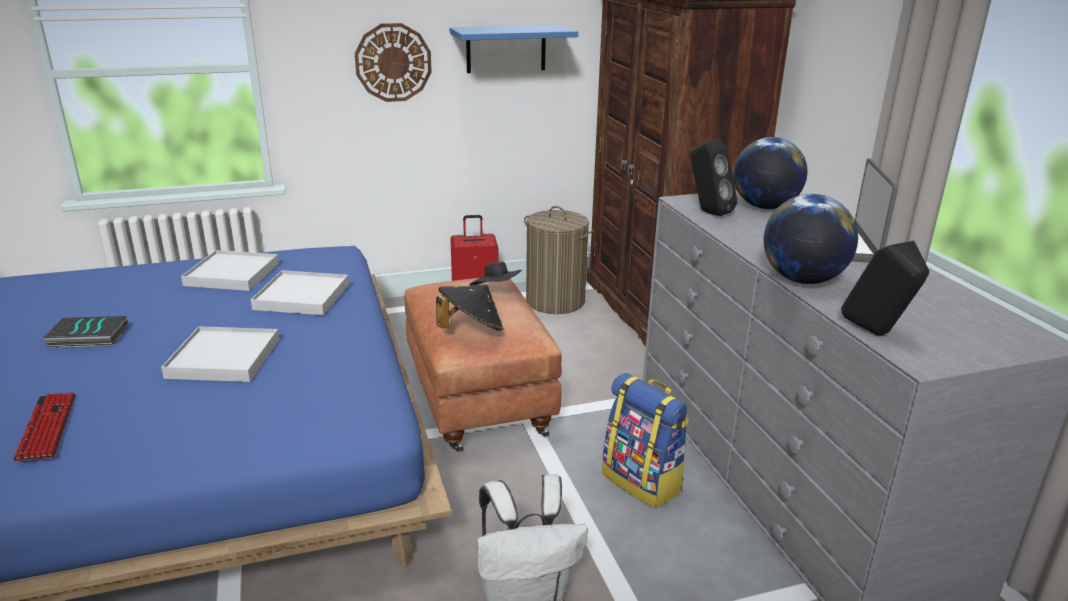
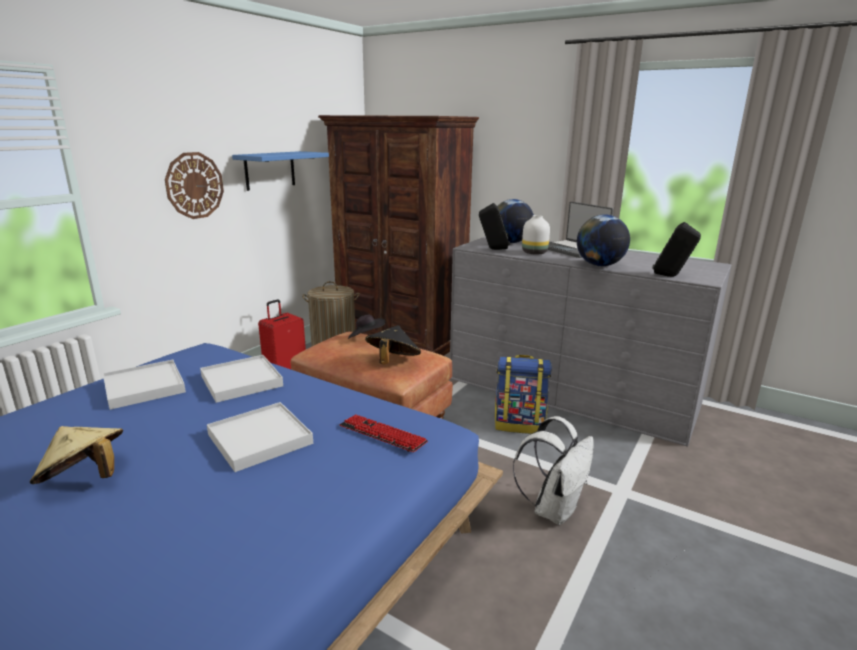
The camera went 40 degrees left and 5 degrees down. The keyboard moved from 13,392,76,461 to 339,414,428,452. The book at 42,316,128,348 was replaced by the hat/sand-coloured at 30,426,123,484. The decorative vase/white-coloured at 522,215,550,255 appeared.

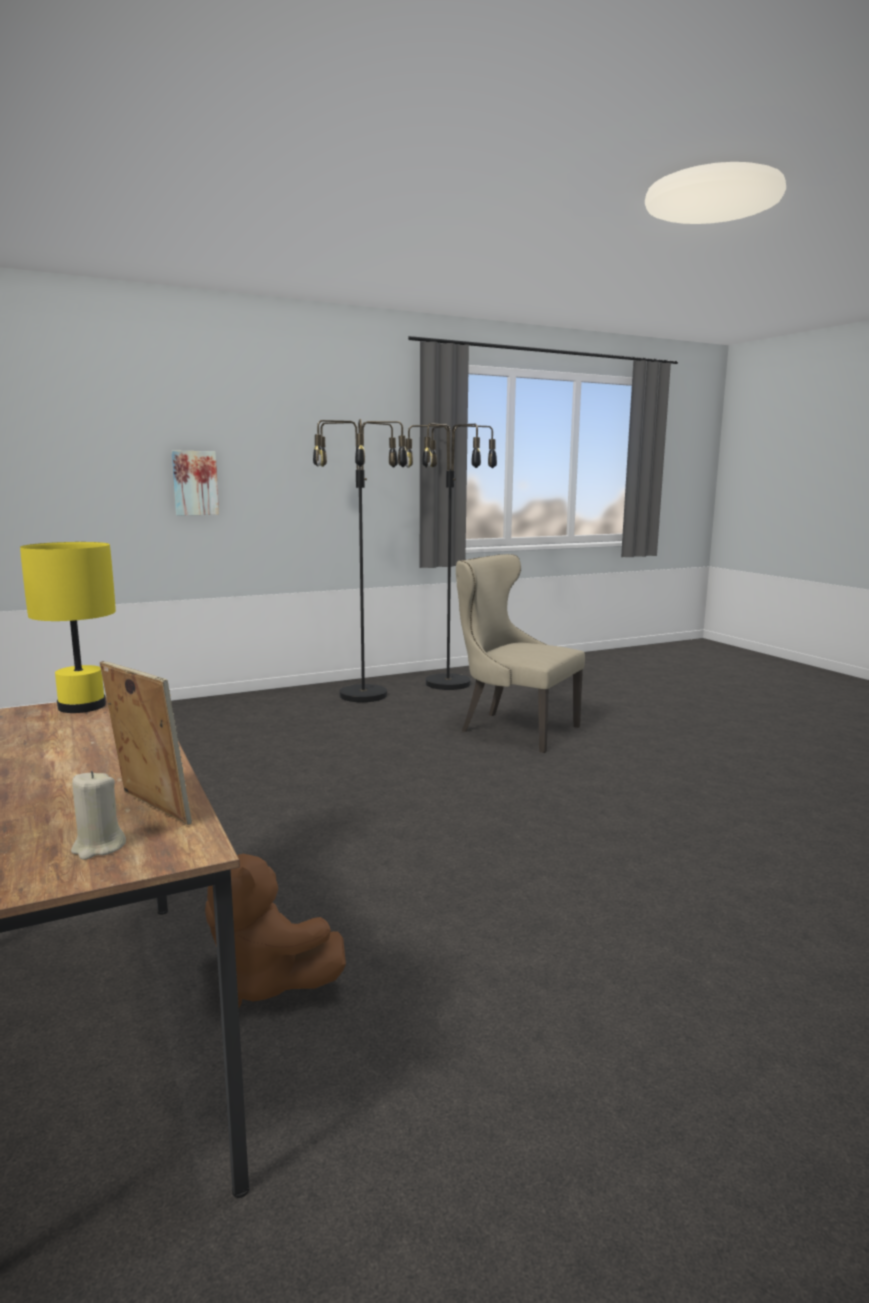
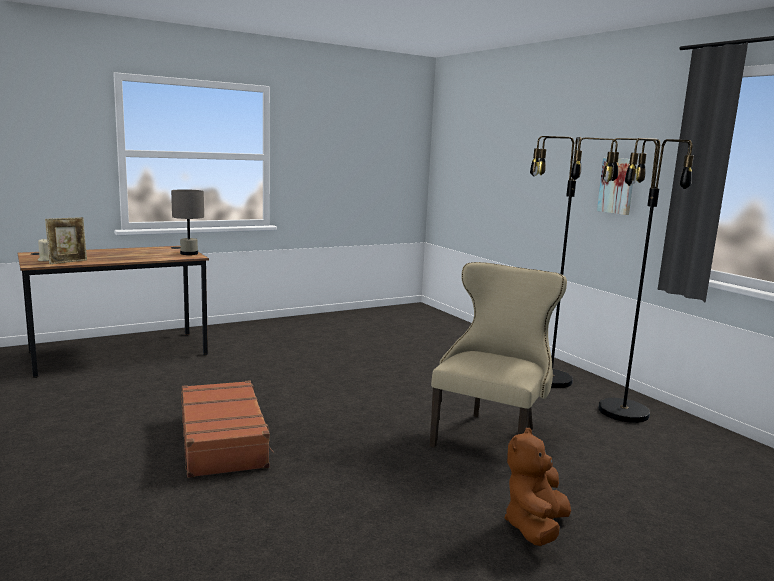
The camera went 85 degrees right and 0 degrees up. The table lamp/yellow-coloured at 20,542,116,713 became the table lamp/grey at 171,189,204,255. The wall picture moved from 172,451,219,516 to 597,158,633,215. The soft toy/brown moved from 205,854,346,1008 to 505,428,571,546. The piece of luggage/brown at 181,380,274,478 appeared.

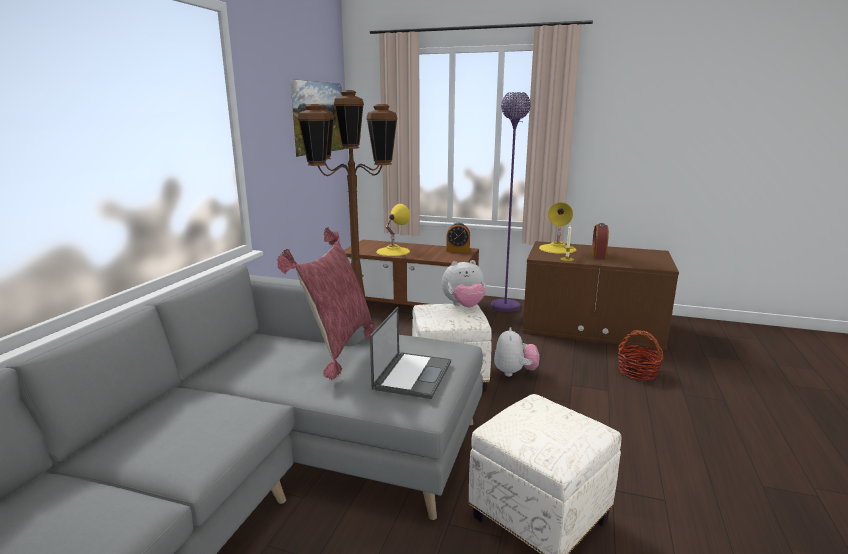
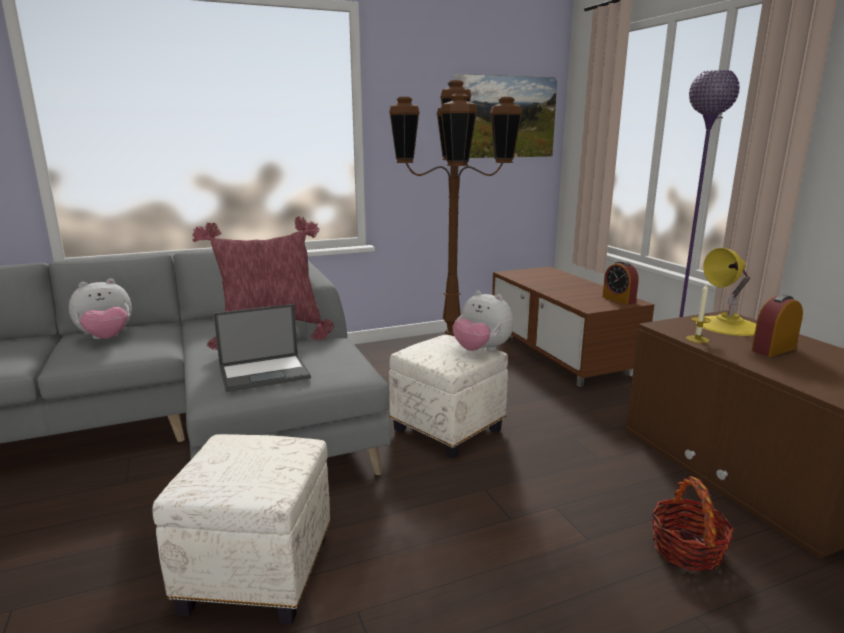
The camera went 50 degrees right and 0 degrees up. The table lamp/yellow-coloured at 376,204,410,256 disappeared. The soft toy moved from 494,327,539,377 to 69,279,132,339.

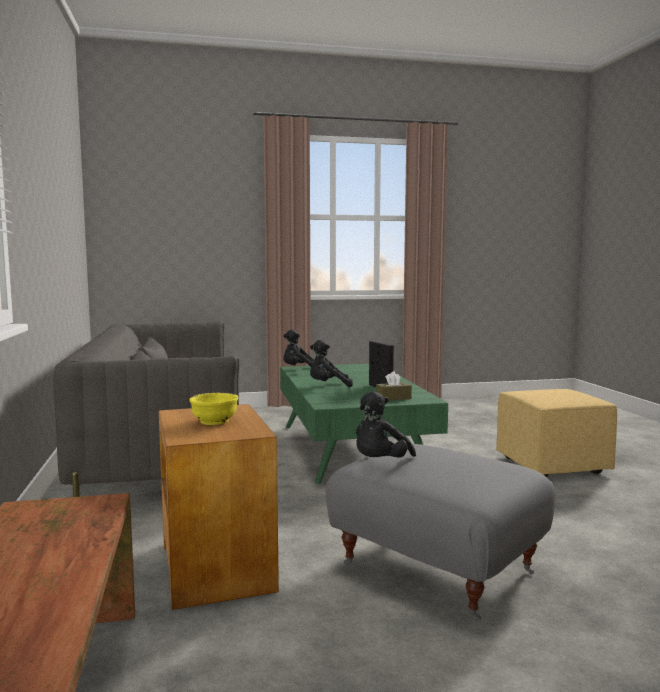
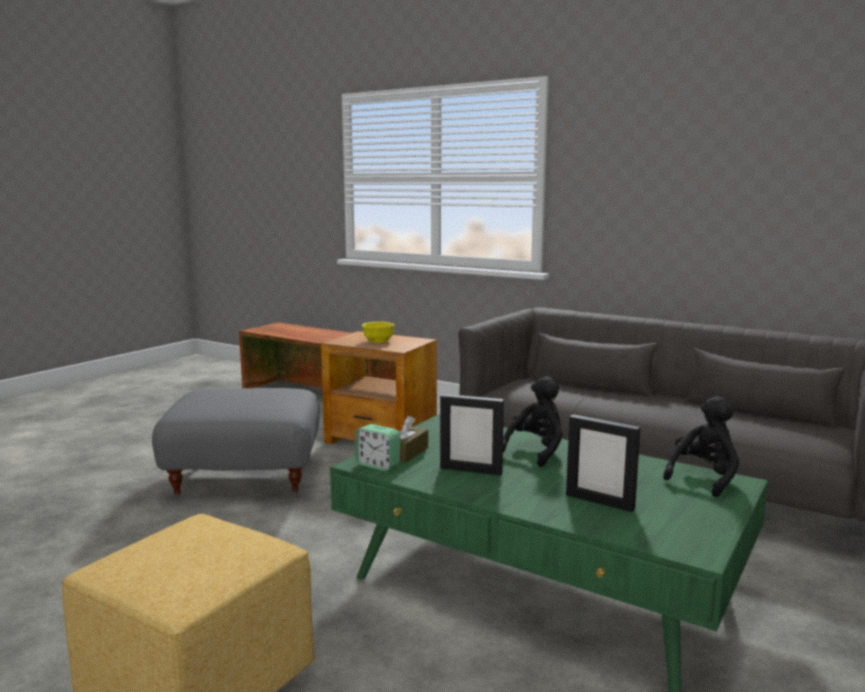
The camera went 135 degrees right and 5 degrees up. The soft toy/black-coloured at 356,391,416,457 disappeared. The alarm clock at 356,424,401,471 appeared. The picture frame at 566,414,641,512 appeared.

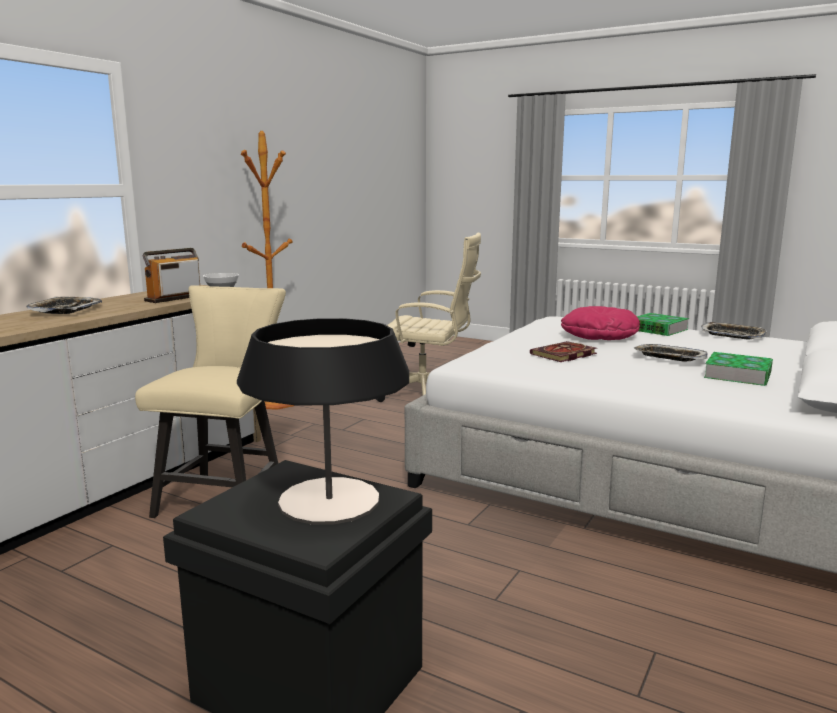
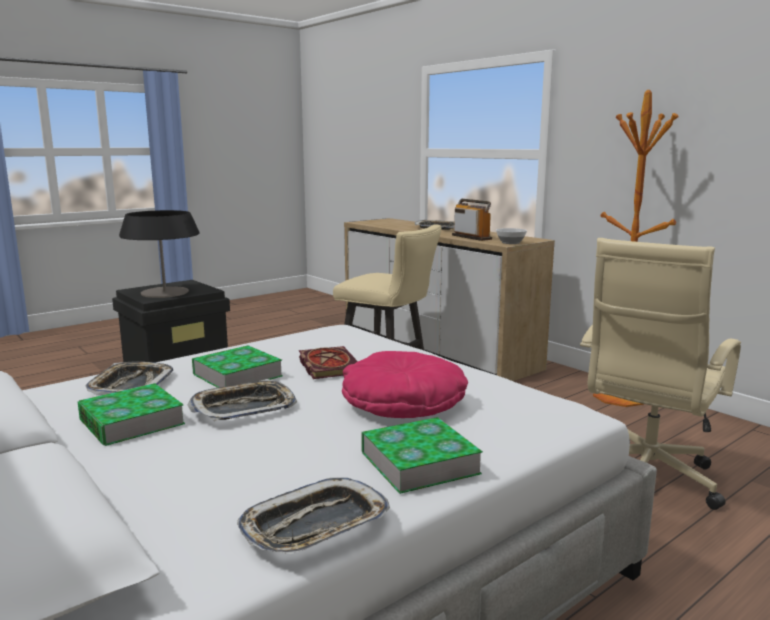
The camera went 110 degrees right and 0 degrees up. The tray at 86,362,173,396 appeared. The book at 192,345,283,388 appeared.

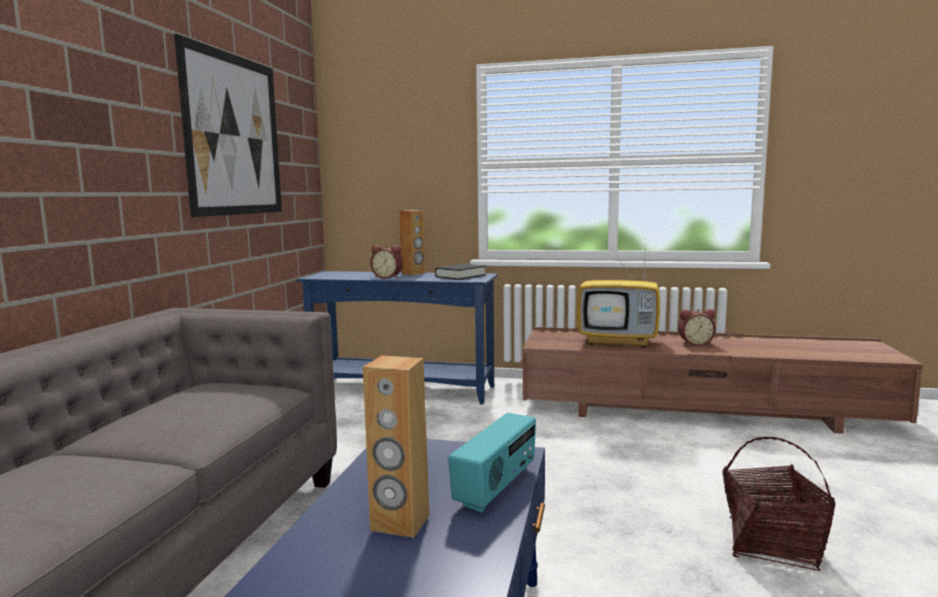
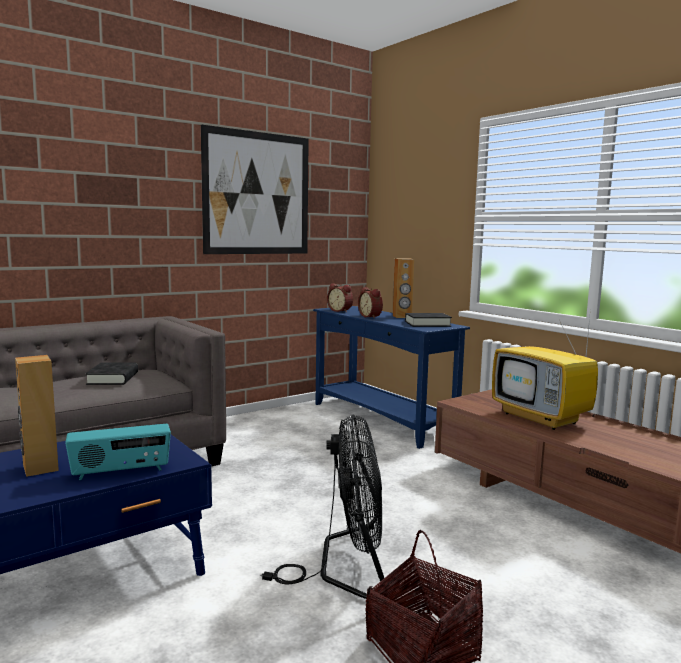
The camera went 40 degrees right and 0 degrees up. The alarm clock moved from 678,309,716,346 to 327,283,353,312. The book/black-coloured at 85,363,138,385 appeared. The fan/black-coloured at 260,415,384,599 appeared.

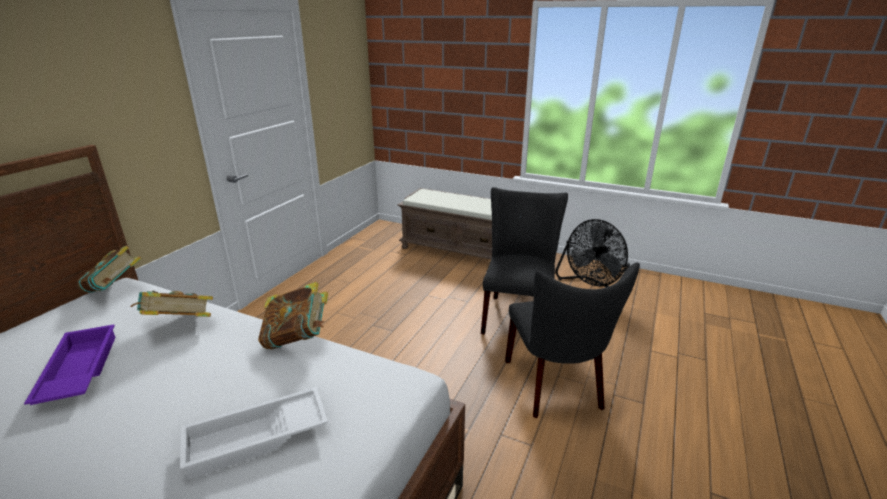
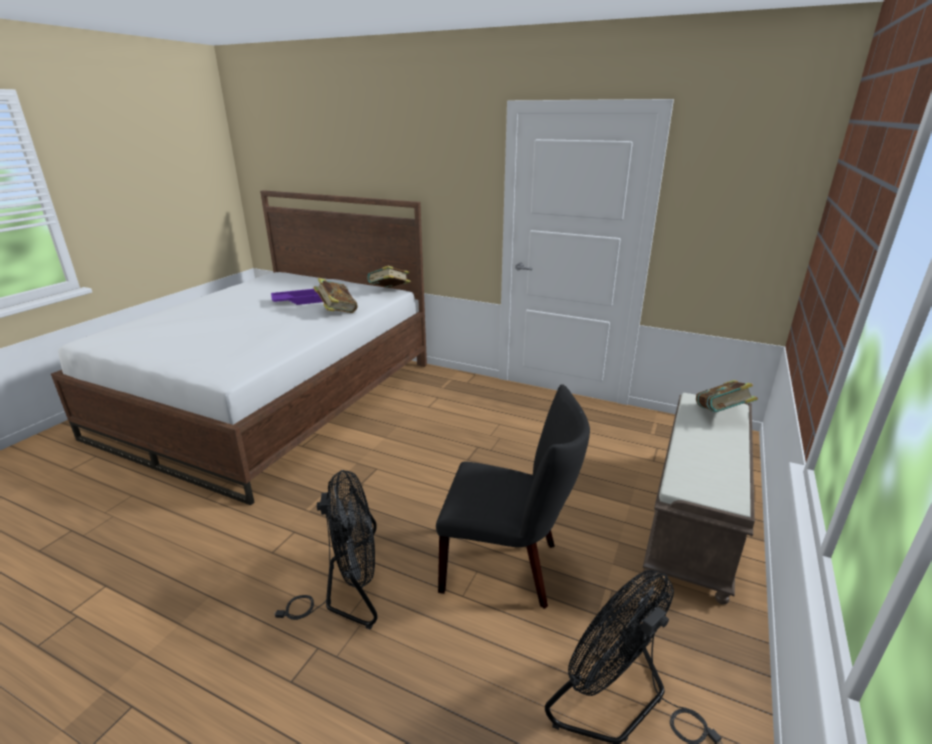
The camera went 90 degrees right and 0 degrees up. The tray/white-coloured at 180,387,328,479 disappeared. The book moved from 258,282,328,349 to 696,380,758,412. The plain chair/black-coloured at 505,262,640,418 was replaced by the fan/black-coloured at 273,470,377,630.

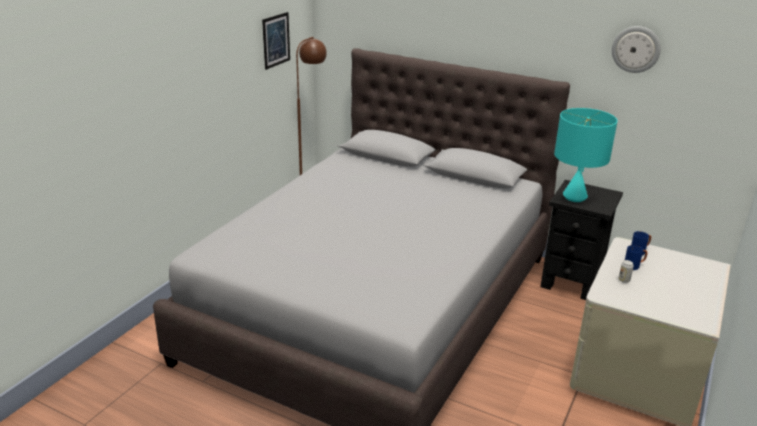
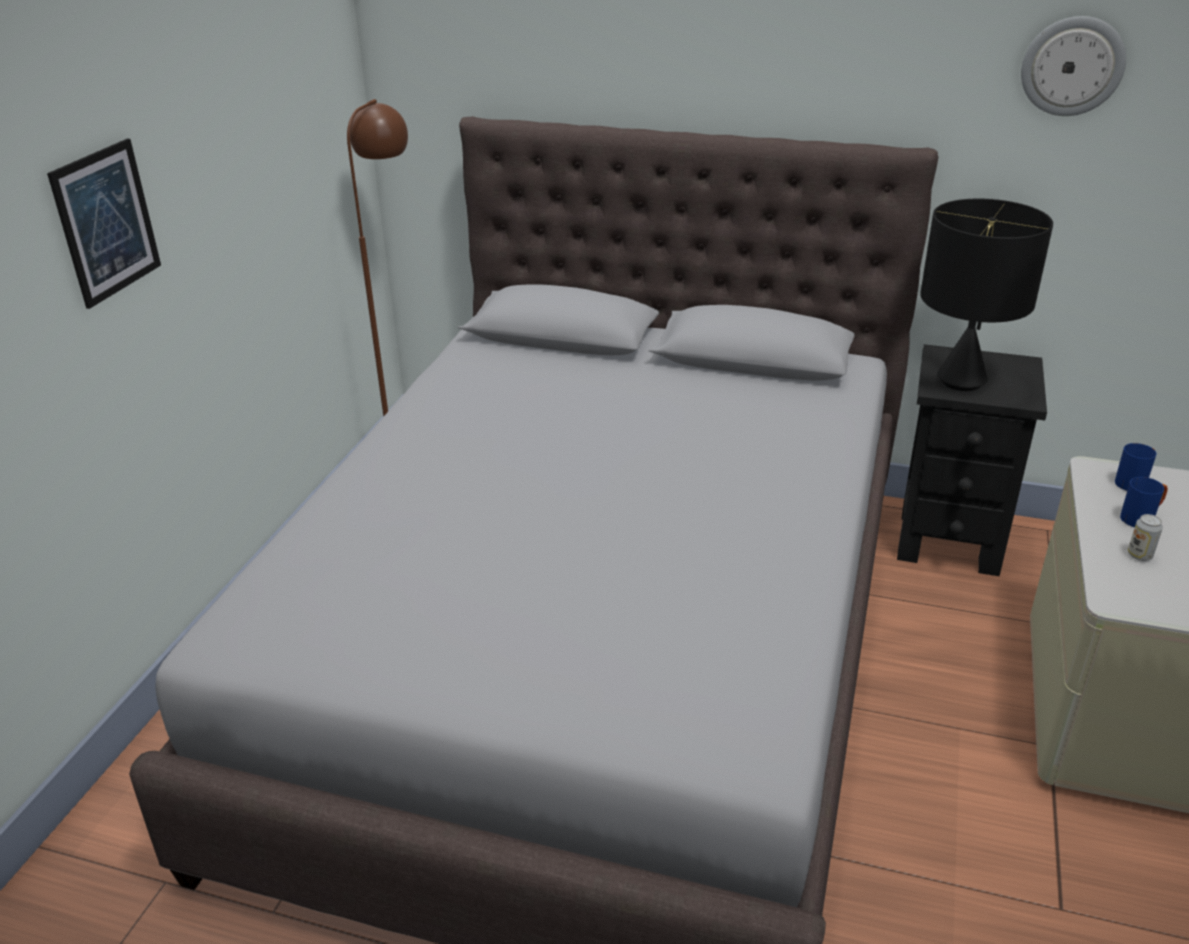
The camera went 10 degrees left and 5 degrees up. The wall picture moved from 262,12,290,70 to 47,139,161,309. The table lamp/blue-green at 554,108,618,202 became the table lamp/black-coloured at 920,199,1053,391.

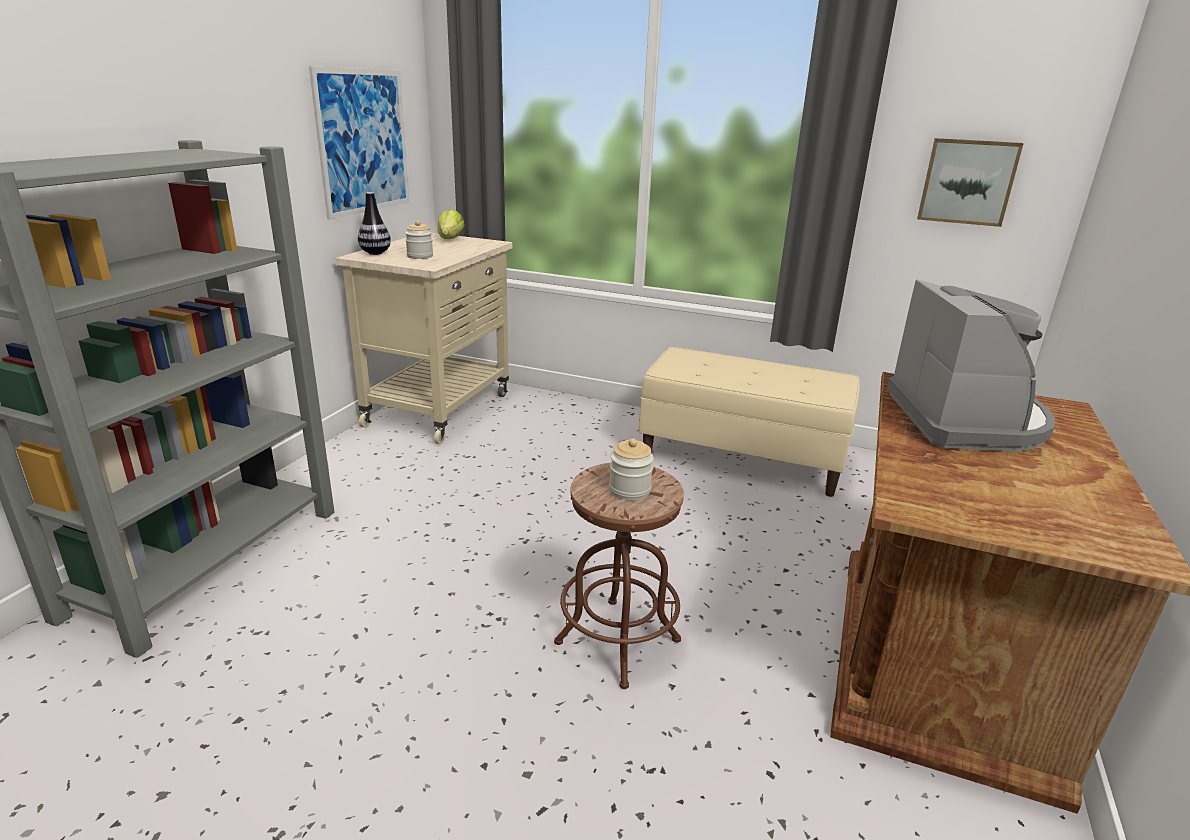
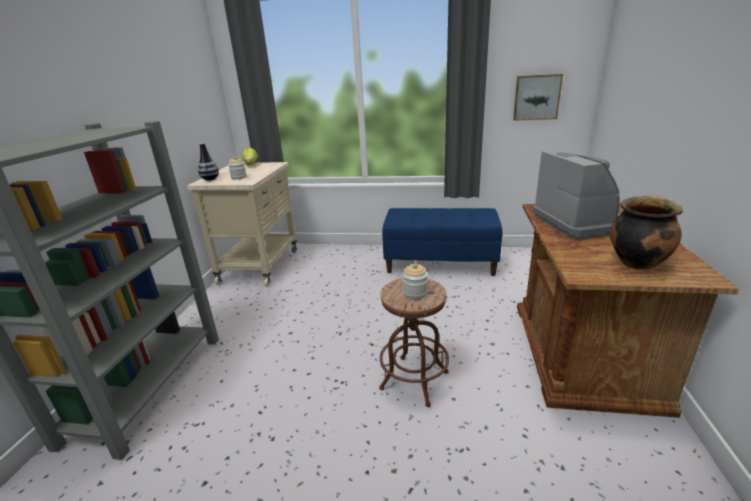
The camera went 10 degrees left and 0 degrees up. The wall picture at 309,66,410,220 disappeared. The indoor bench/sand-coloured at 639,347,860,497 became the indoor bench/bluish at 382,208,503,276. The cooking pot at 610,195,683,270 appeared.

